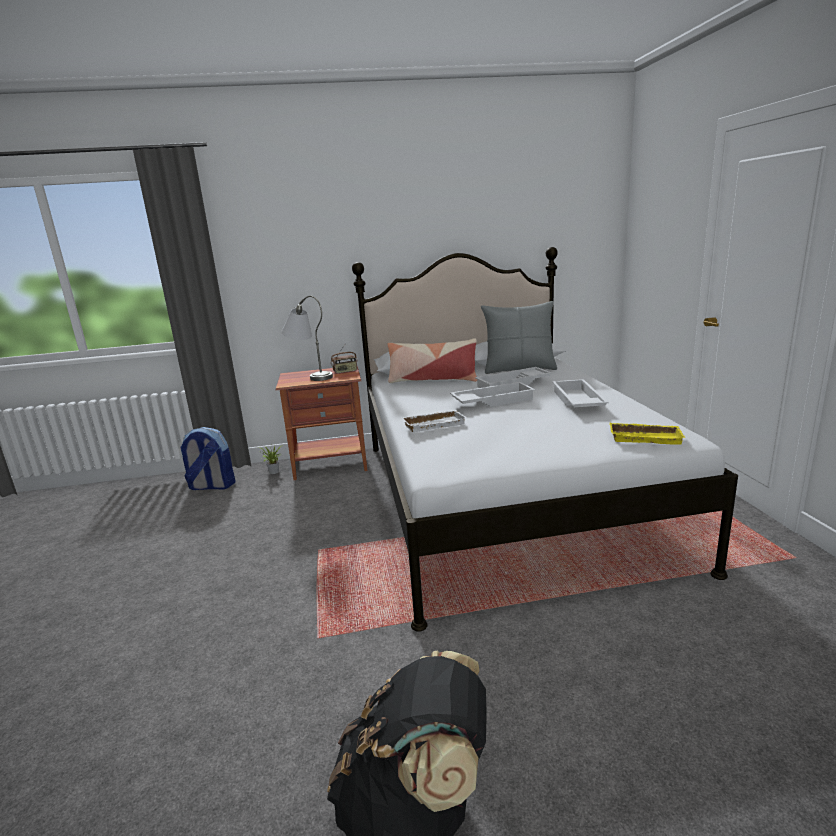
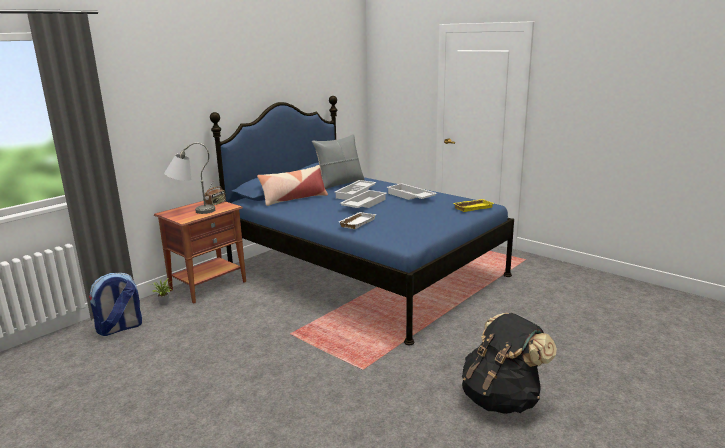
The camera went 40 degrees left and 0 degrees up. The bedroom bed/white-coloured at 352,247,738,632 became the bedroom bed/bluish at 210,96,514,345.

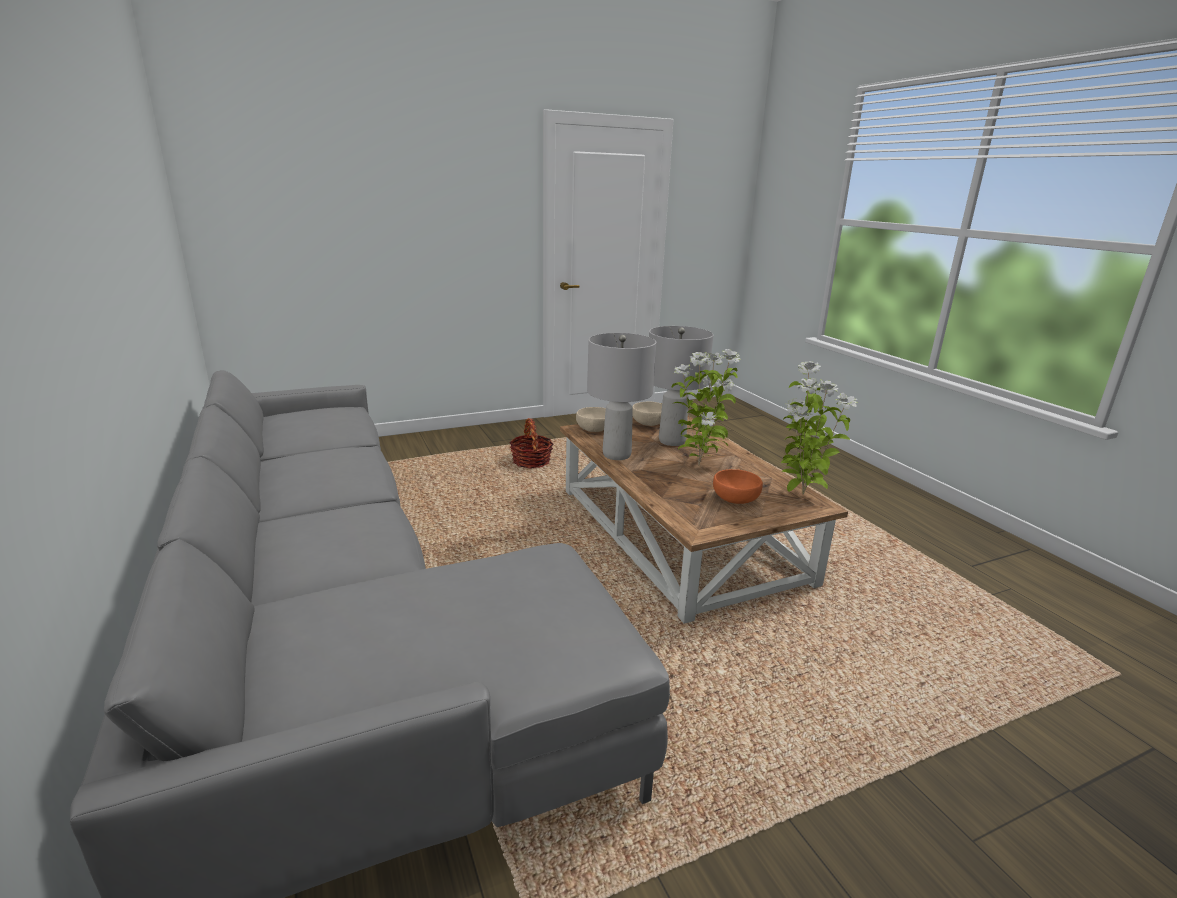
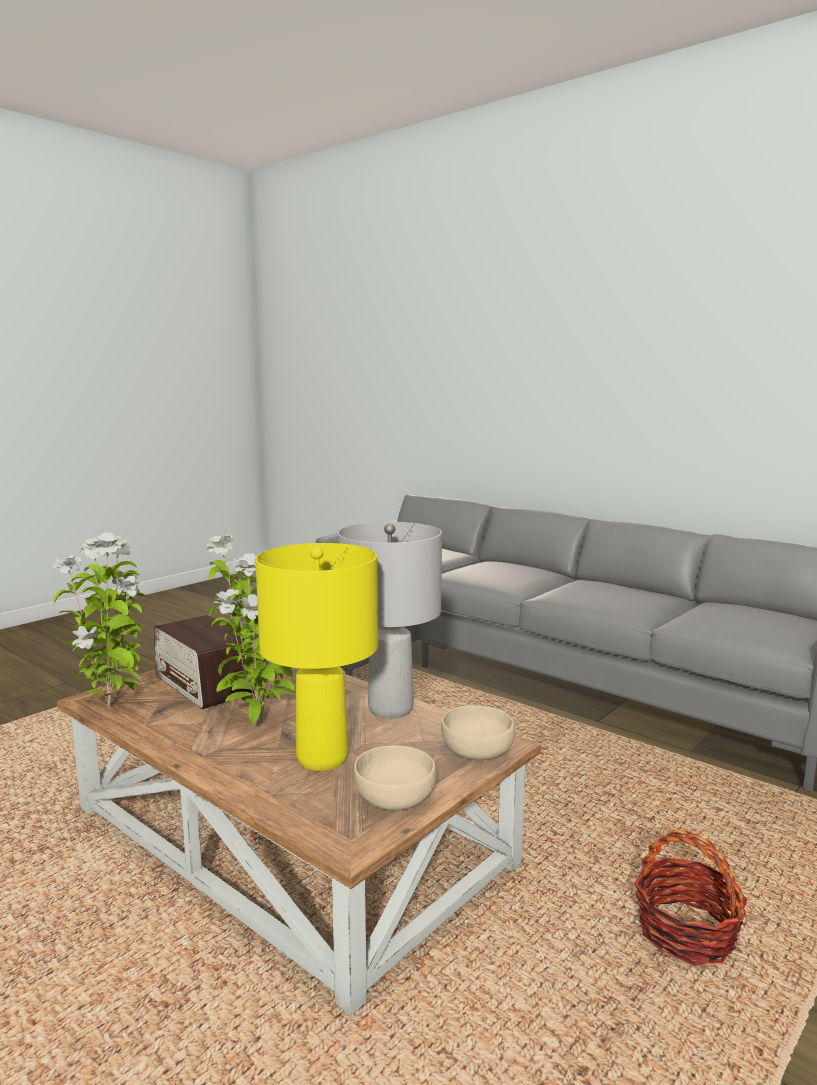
The camera went 155 degrees right and 10 degrees down. The table lamp/grey at 649,326,713,446 became the table lamp/yellow-coloured at 255,543,378,771. The bowl/orange-coloured at 713,469,763,504 was replaced by the radio at 154,615,255,709.

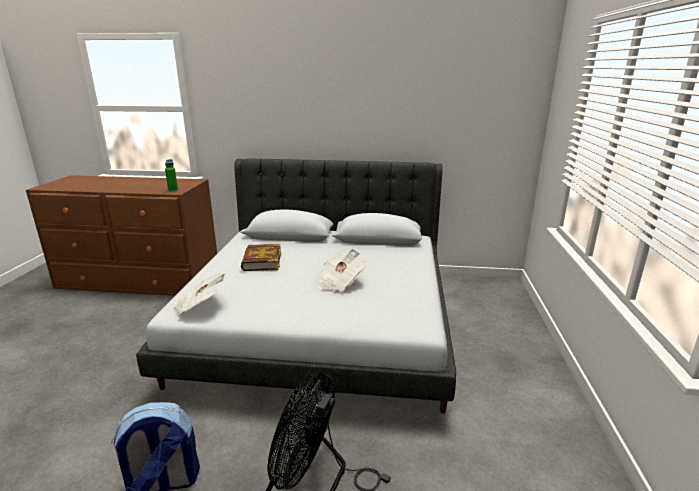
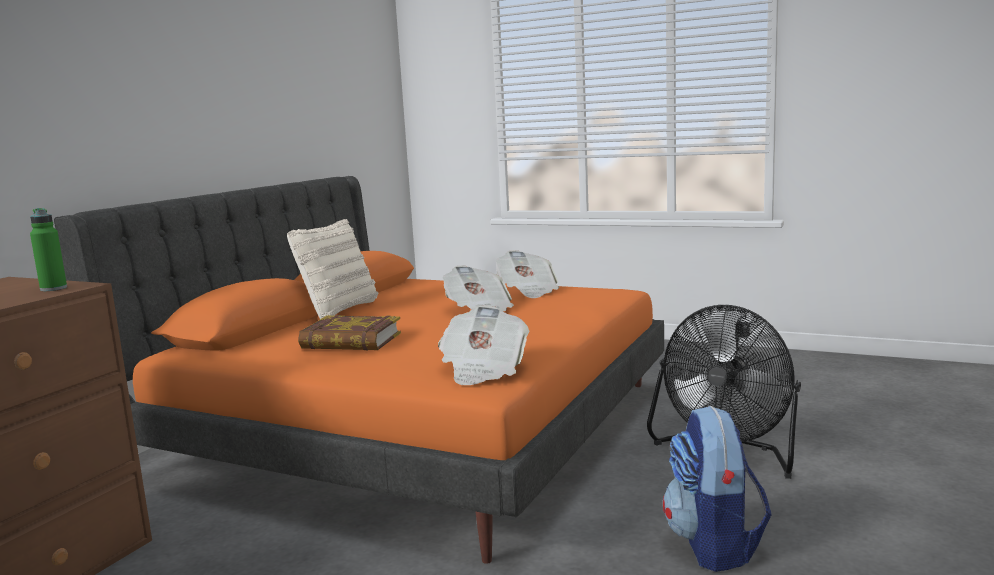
The camera went 70 degrees left and 10 degrees down. The bedroom bed/grey at 136,159,456,414 became the bedroom bed/orange-coloured at 54,176,664,564. The pillow/sand-coloured at 287,219,379,319 appeared. The daily paper at 496,250,559,298 appeared.

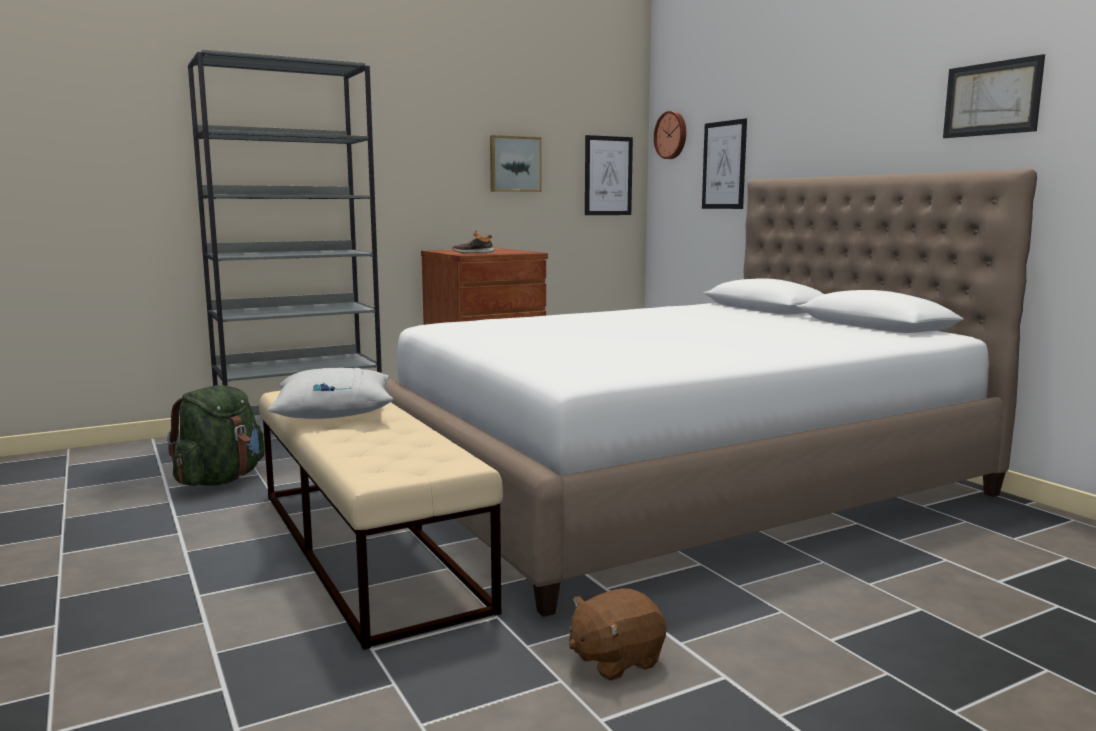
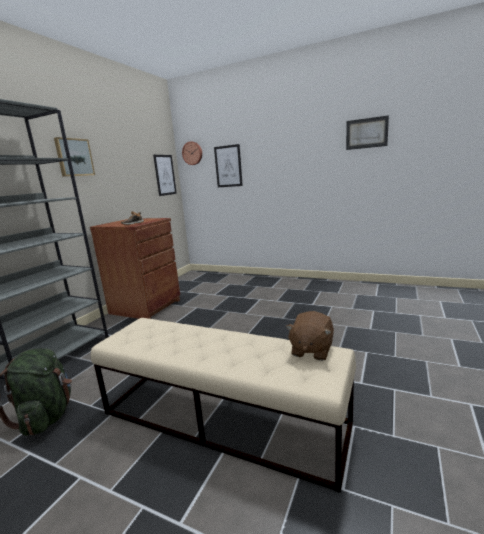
The camera went 35 degrees left and 5 degrees up. The pillow/grey at 268,368,393,419 disappeared. The bedroom bed/white-coloured at 385,169,1037,617 disappeared. The wall picture moved from 490,135,542,192 to 54,137,95,177. The soft toy/brown moved from 569,588,667,681 to 286,311,334,361.

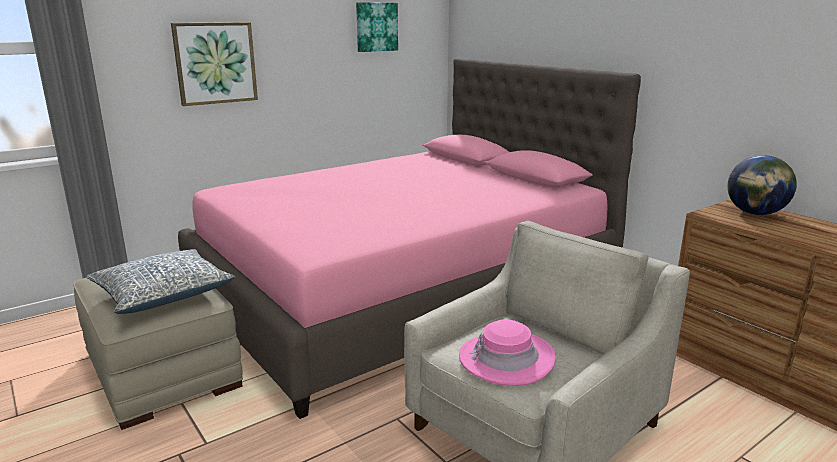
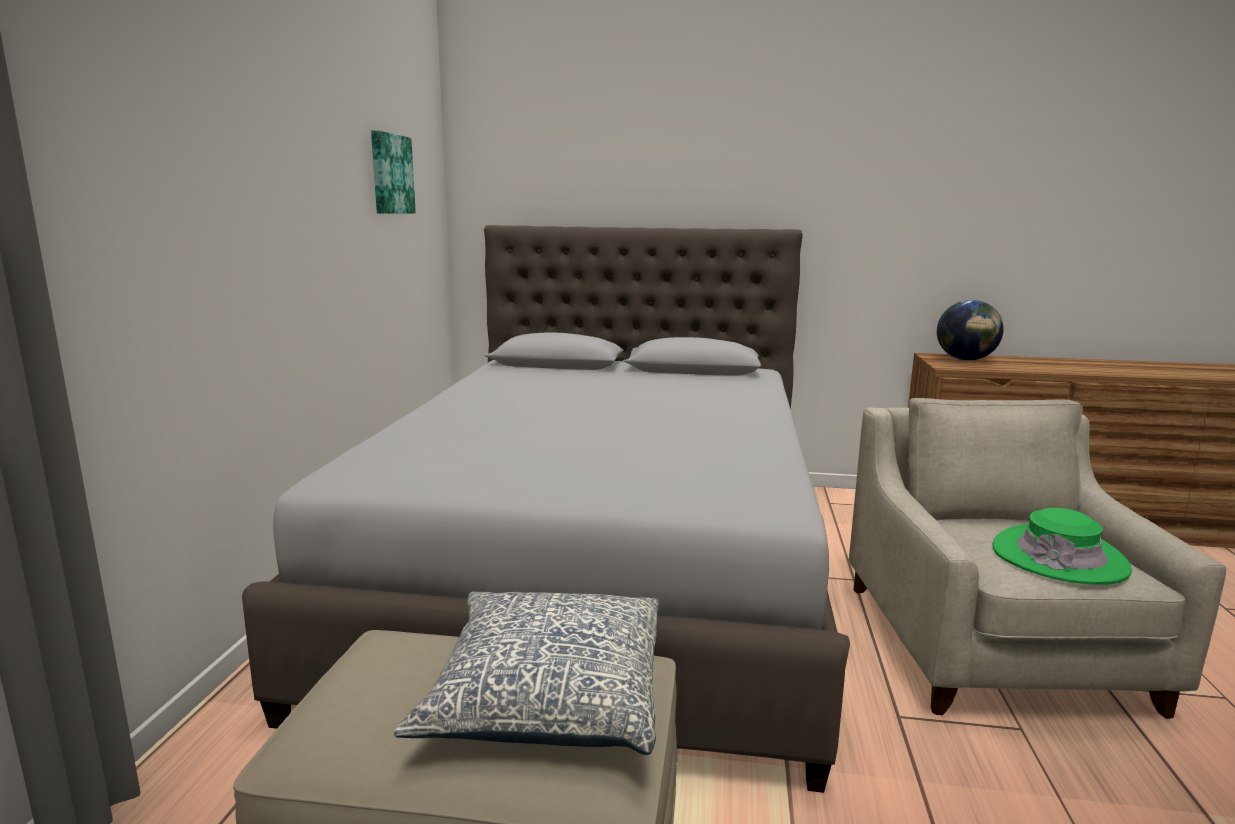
The camera went 45 degrees left and 5 degrees down. The wall picture at 171,22,258,106 disappeared. The bedroom bed/pink at 178,58,641,419 became the bedroom bed/grey at 242,225,850,793. The hat/pink at 459,319,556,386 became the hat/greenish at 992,508,1132,585.

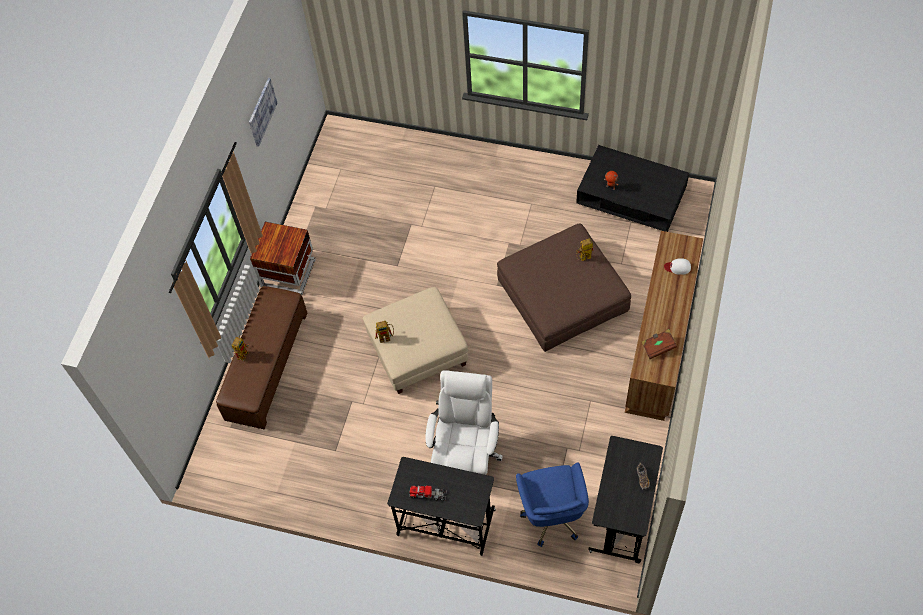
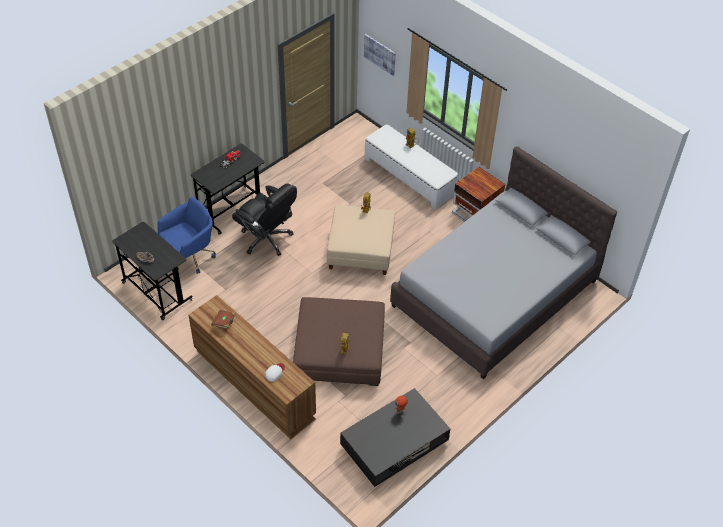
The camera went 115 degrees right and 10 degrees down. The indoor bench/brown at 216,286,307,429 became the indoor bench/white-coloured at 364,125,458,209. The wall picture moved from 249,78,277,147 to 364,34,396,76. The desk chair/white-coloured at 425,370,503,475 became the desk chair/black-coloured at 232,183,297,256. The desk chair/bluish at 516,462,589,547 turned 120 degrees clockwise. The bedroom bed/grey at 390,146,617,379 appeared.

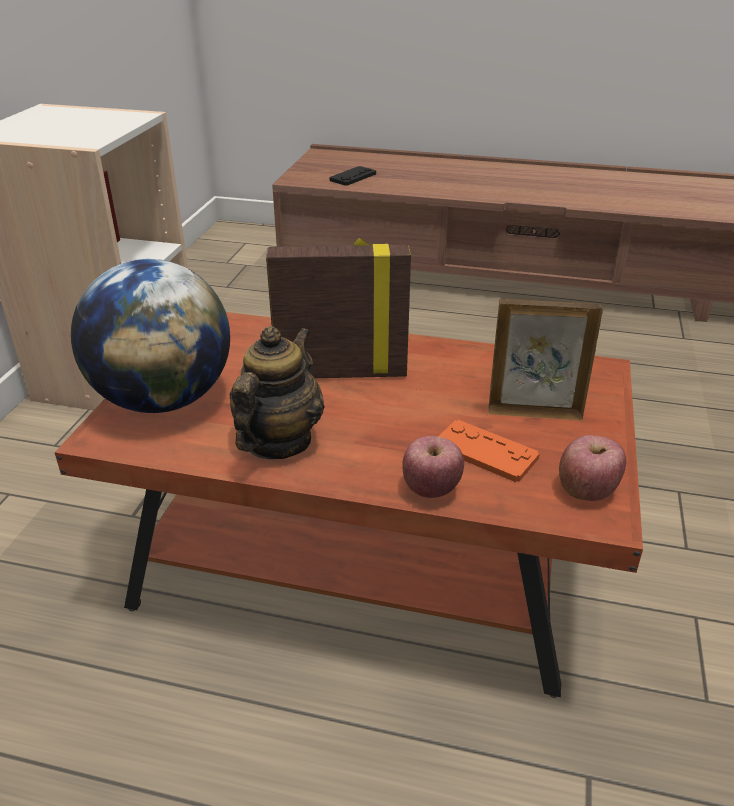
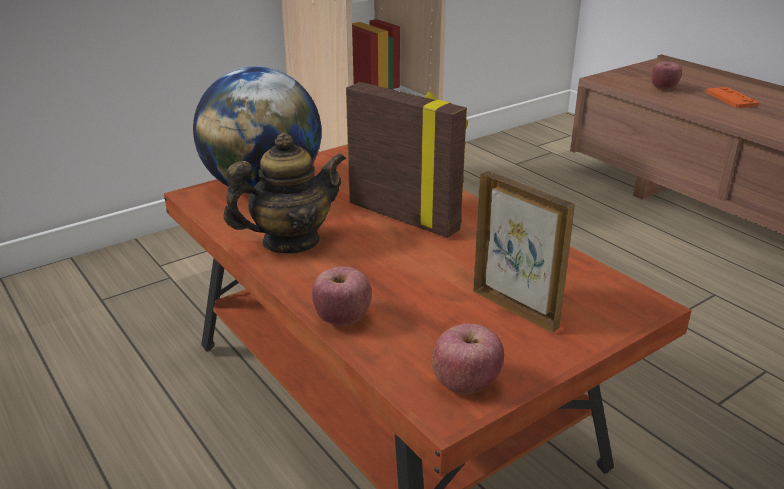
The camera went 40 degrees right and 5 degrees down. The joypad/black-coloured at 330,166,376,186 was replaced by the apple fruit at 651,62,682,90. The joypad/orange-coloured moved from 438,420,540,482 to 706,87,759,108.

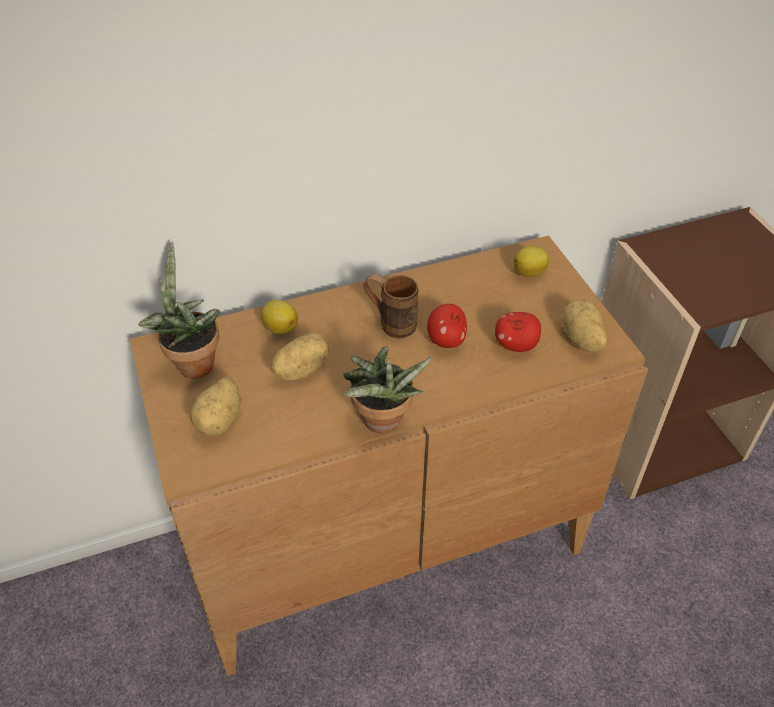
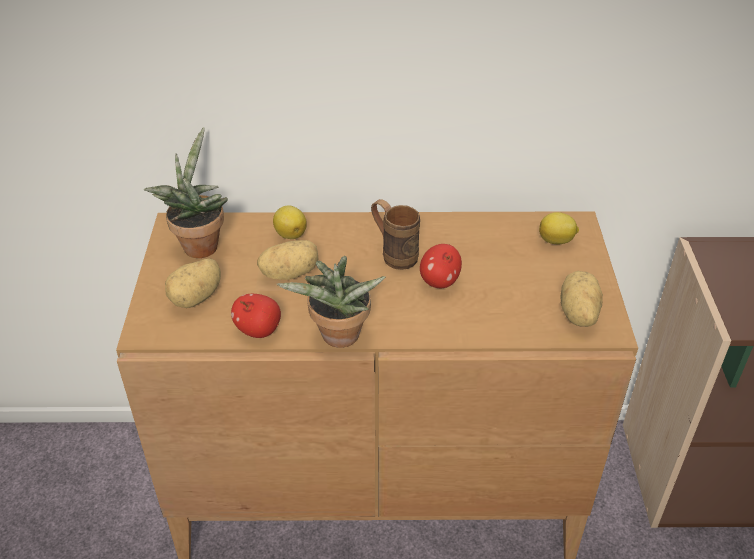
The camera went 20 degrees right and 5 degrees down. The apple fruit moved from 495,312,541,352 to 231,294,281,338.

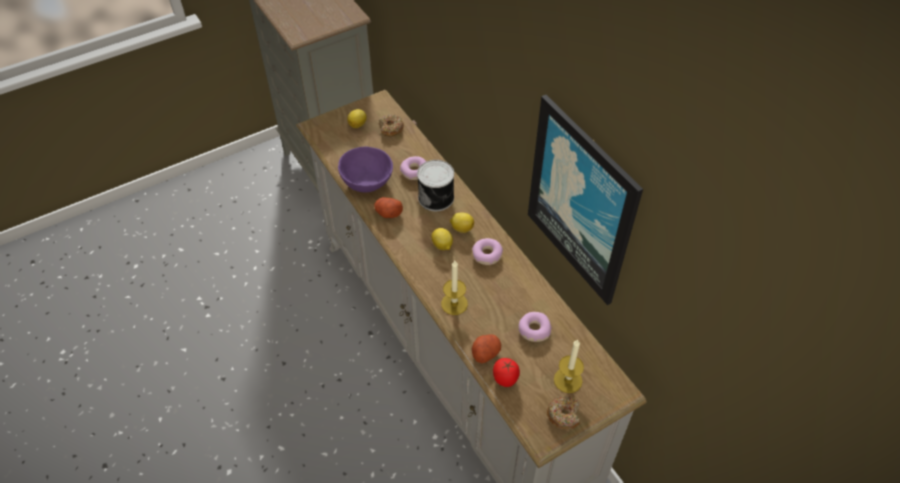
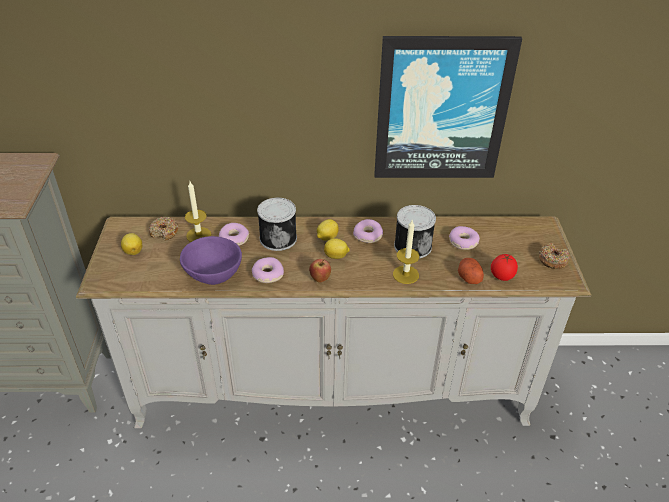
The camera went 60 degrees left and 10 degrees down. The spud at 374,197,403,218 was replaced by the doughnut at 252,257,284,283. The candle moved from 554,339,584,393 to 185,181,211,242. The apple fruit at 309,259,331,283 appeared. The metal can at 394,205,436,258 appeared.

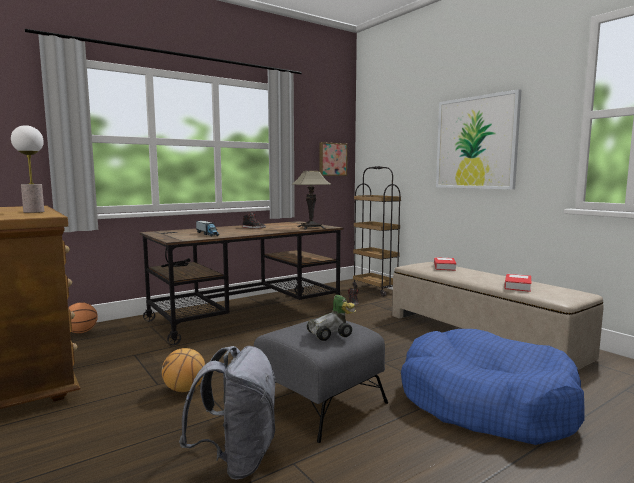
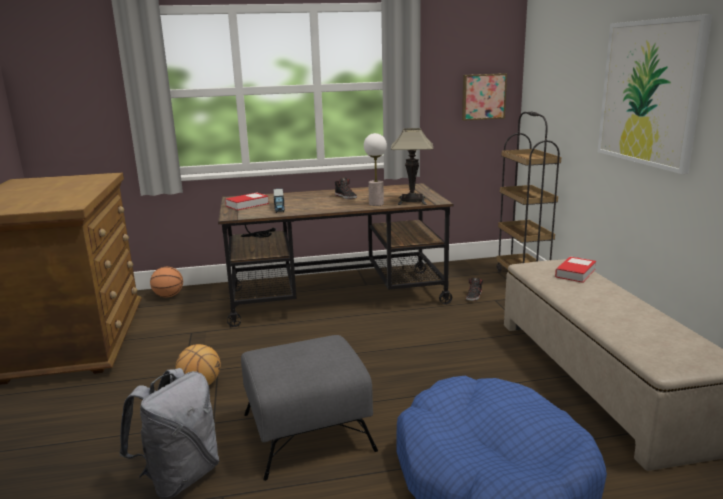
The camera went 25 degrees right and 10 degrees up. The table lamp moved from 11,125,44,213 to 364,133,387,206. The toy car at 307,295,356,341 disappeared. The book moved from 505,274,532,292 to 225,193,269,210.

